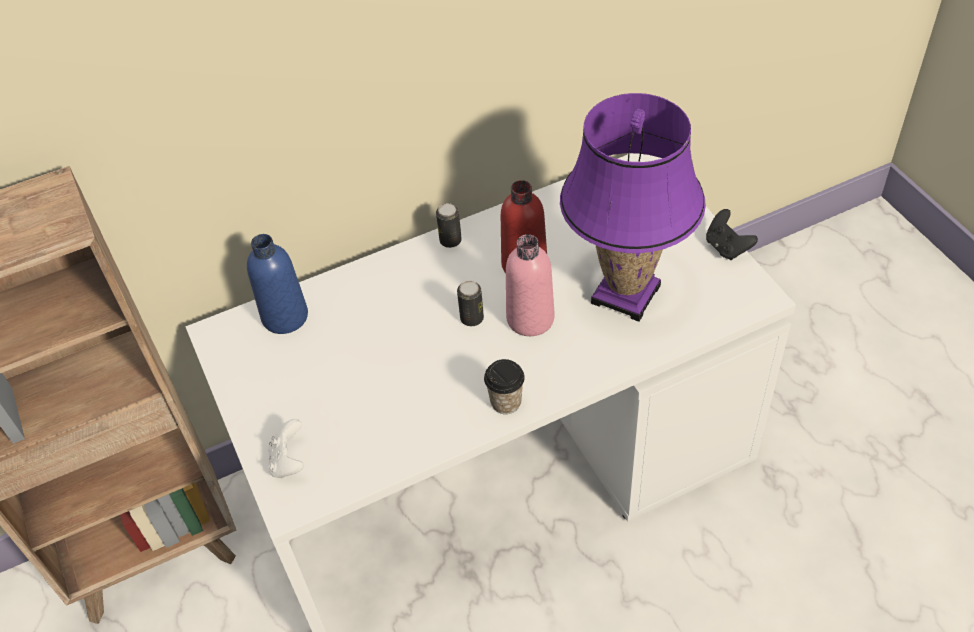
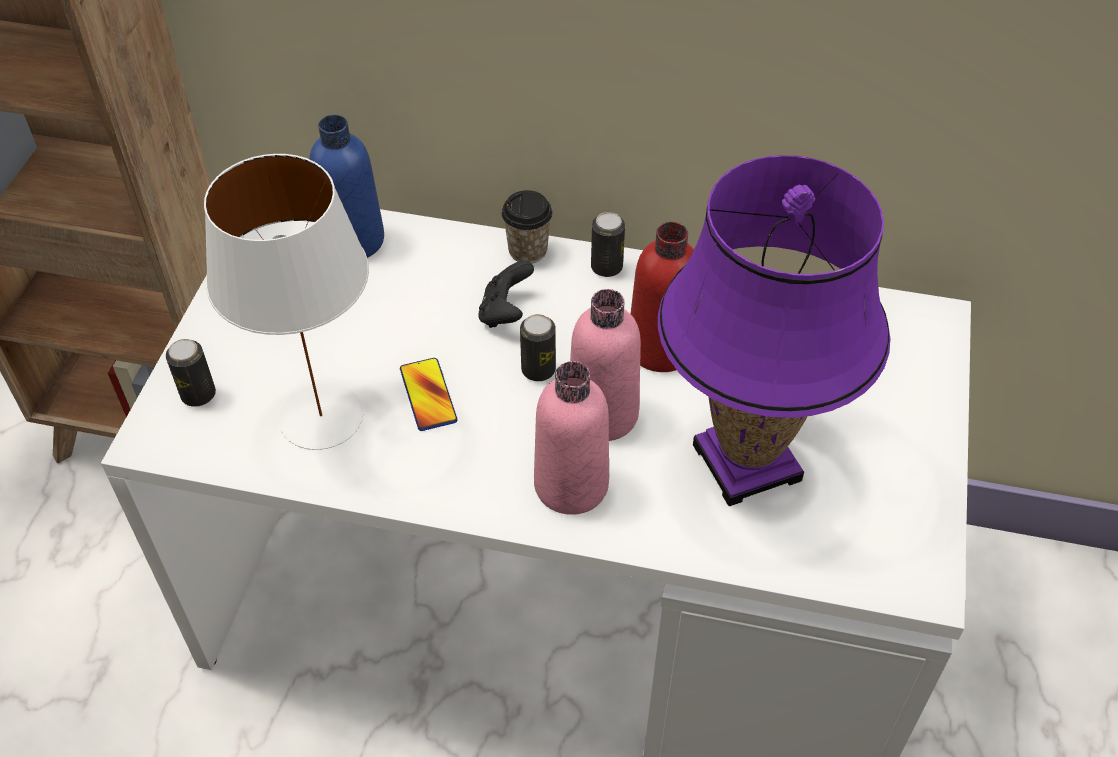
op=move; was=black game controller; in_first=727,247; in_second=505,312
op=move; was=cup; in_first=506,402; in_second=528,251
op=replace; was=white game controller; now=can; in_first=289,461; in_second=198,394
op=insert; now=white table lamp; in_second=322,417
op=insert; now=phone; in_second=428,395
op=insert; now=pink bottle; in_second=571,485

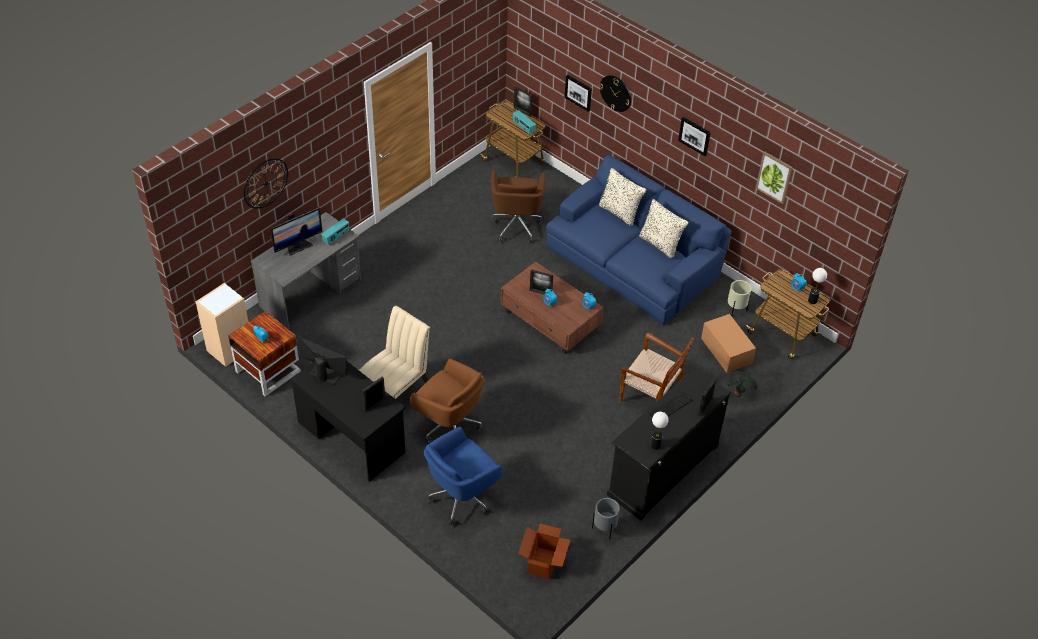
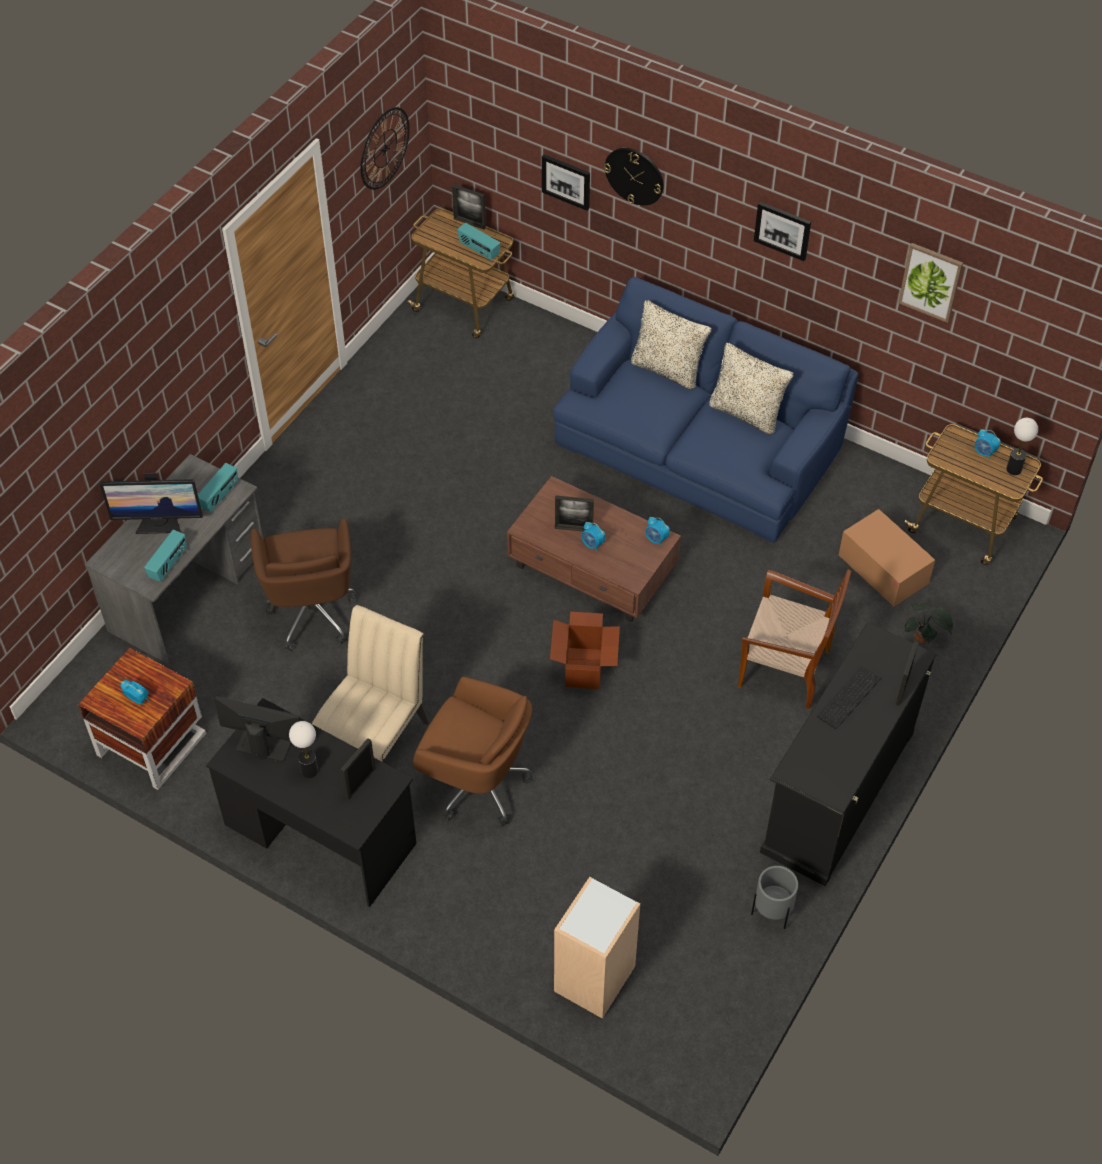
op=move; was=wall clock; in_first=265,183; in_second=384,148
op=move; was=brown office chair; in_first=516,226; in_second=312,612
op=rotate; was=monitor; in_first=298,246; in_second=159,524; clockwise=45
op=delete; was=beige planter; in_first=736,310
op=move; was=bookcase; in_first=229,349; in_second=593,979
op=move; was=table lamp; in_first=655,445; in_second=309,771
op=delete; was=blue office chair; in_first=462,498
op=move; was=cardboard box; in_first=543,563; in_second=584,668
op=insert; now=radio; in_second=169,564

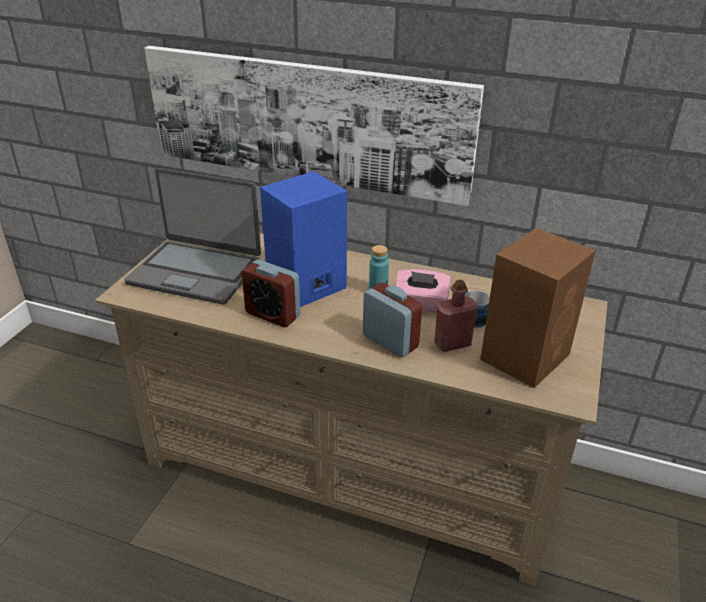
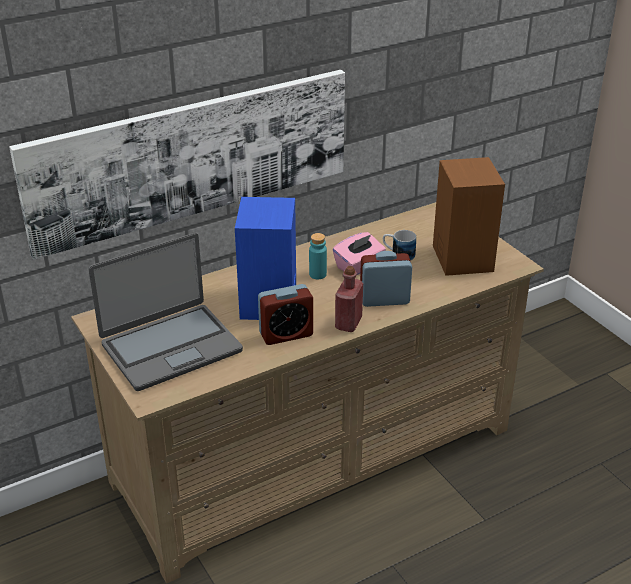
op=move; was=red bottle; in_first=452,344; in_second=348,323

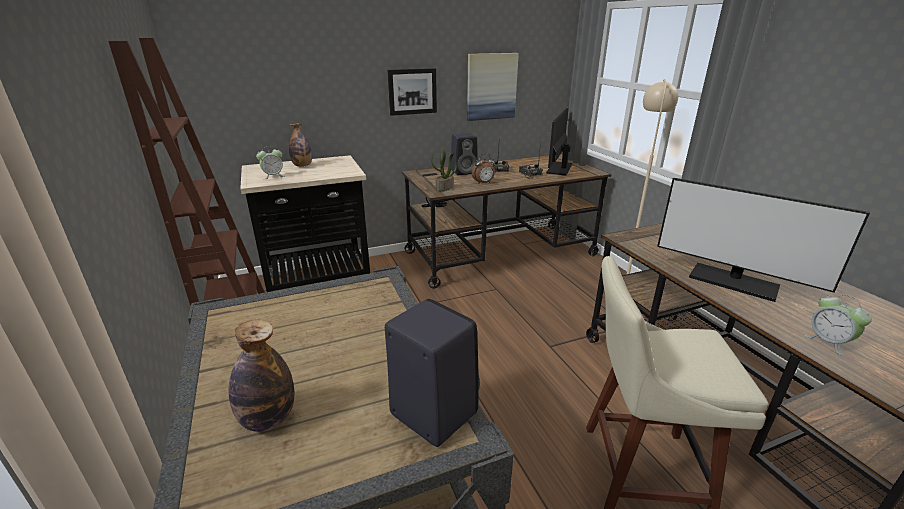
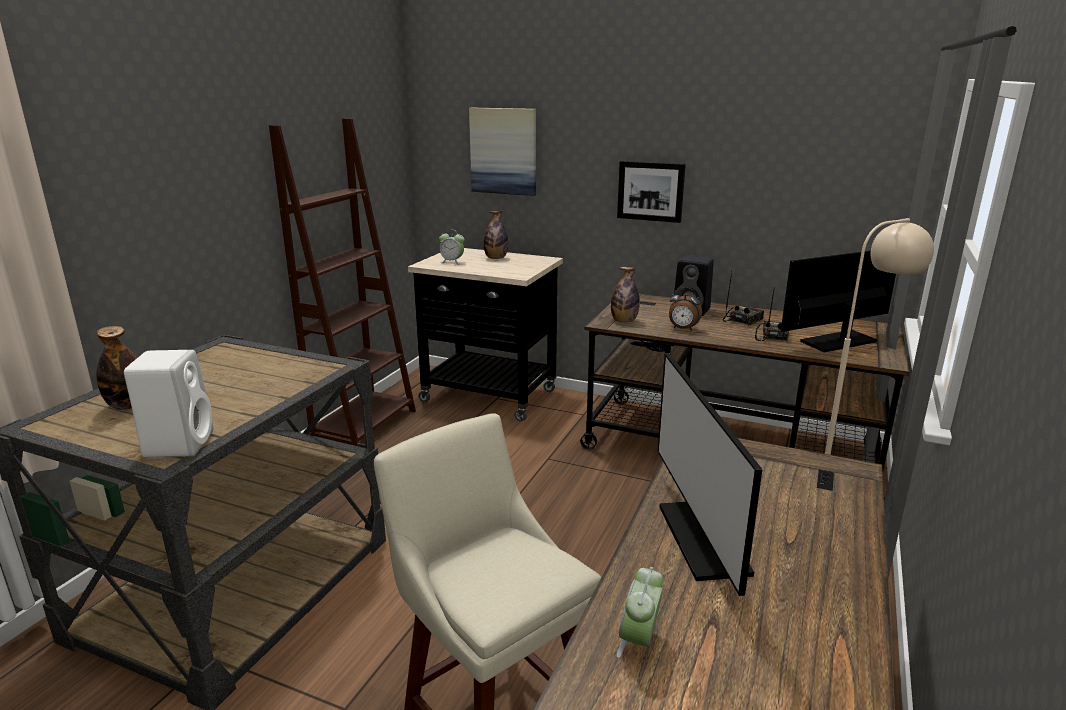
op=move; was=picture; in_first=491,86; in_second=503,151
op=replace; was=potted plant; now=bottle; in_first=444,188; in_second=624,321
op=recolor; was=black speaker; now=white speaker; in_first=431,412; in_second=179,443

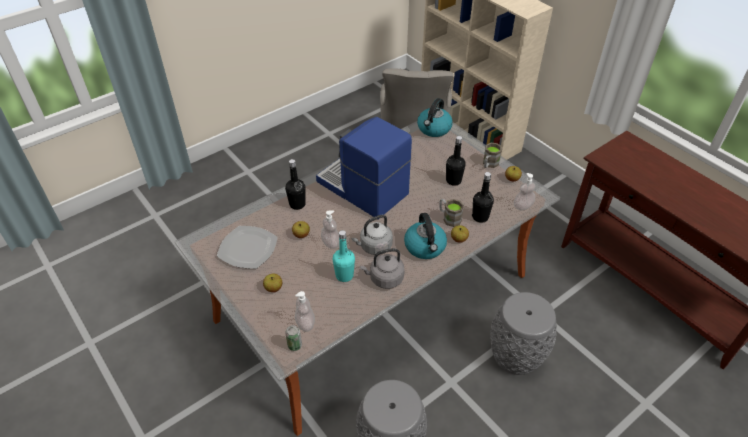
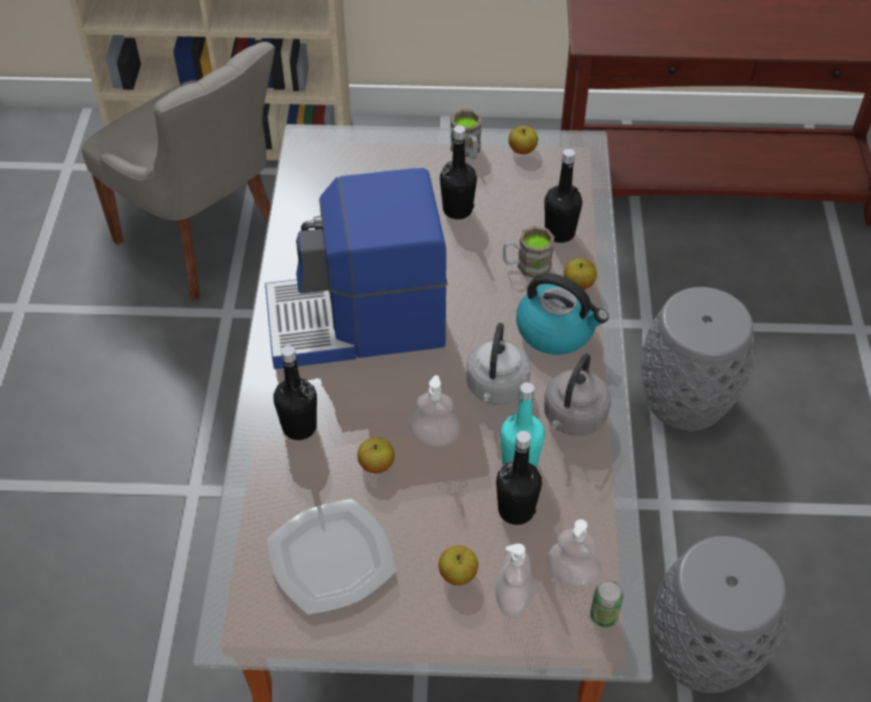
op=delete; was=kettle; in_first=434,129
op=move; was=soap dispenser; in_first=523,206; in_second=513,598
op=insert; now=black bottle; in_second=516,510

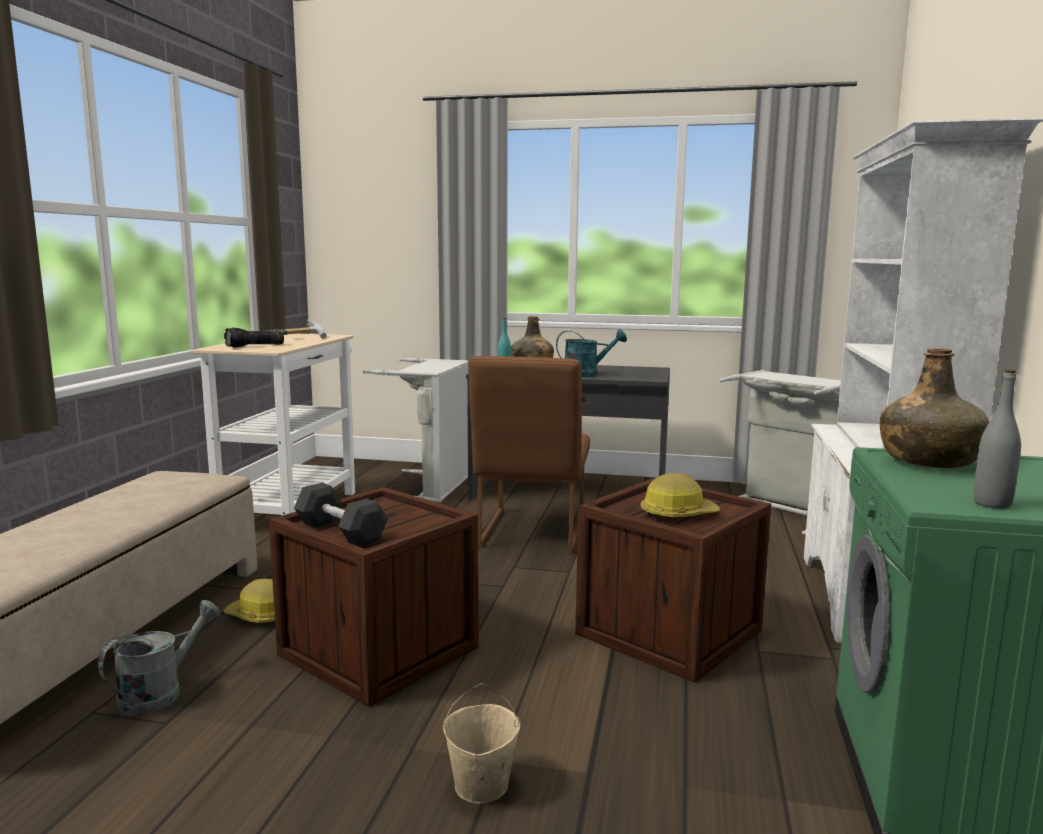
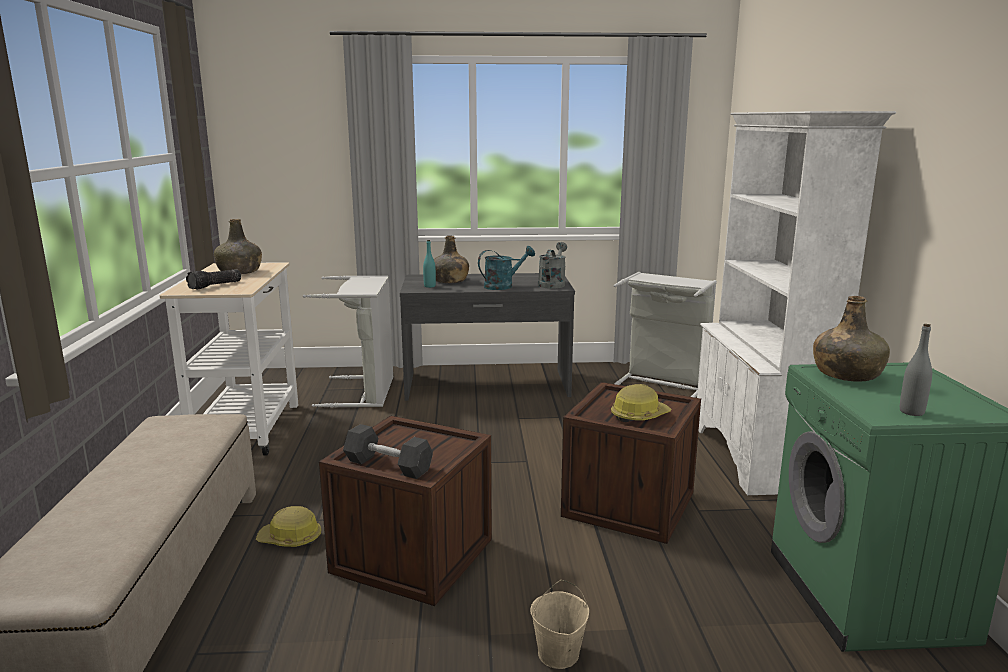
op=replace; was=hammer; now=green bottle; in_first=294,339; in_second=240,272
op=delete; was=brown chair; in_first=531,532
op=move; was=grey watering can; in_first=160,692; in_second=552,284

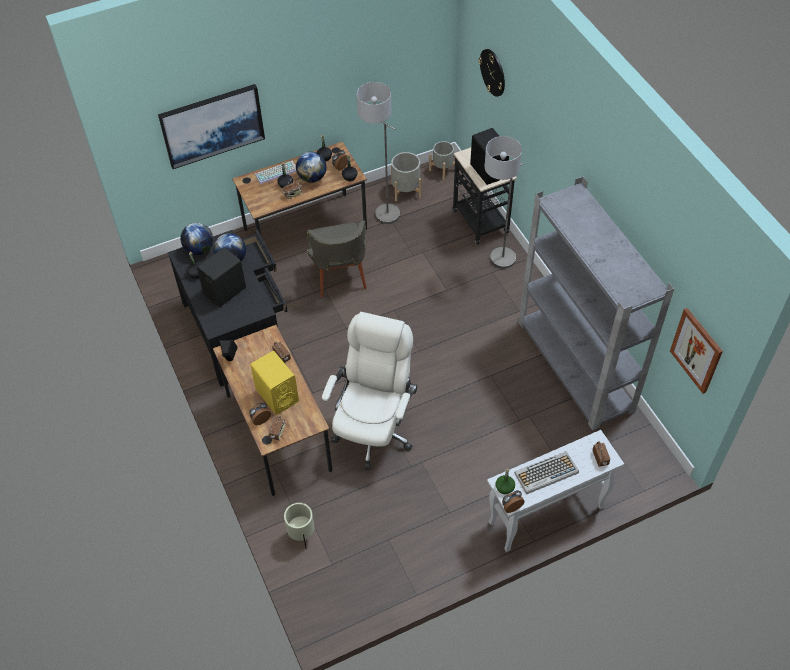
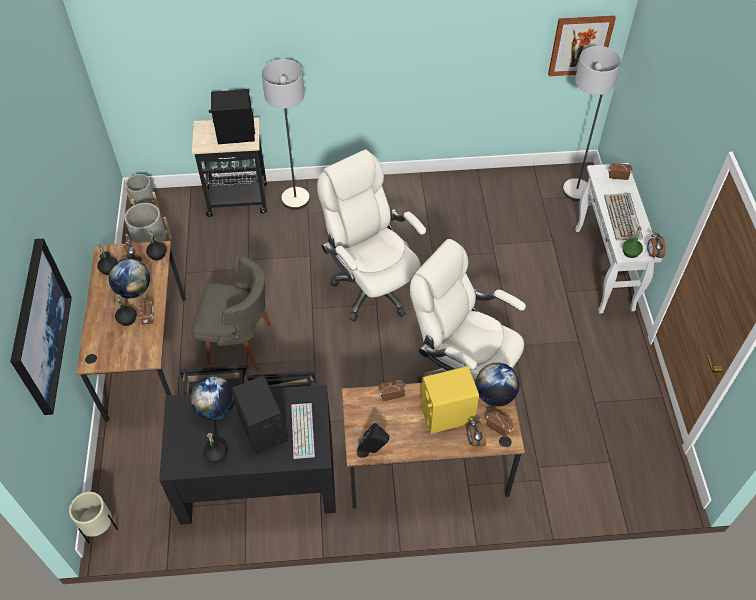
op=delete; was=wall clock; in_first=493,72
op=move; was=grey floor lamp; in_first=381,211; in_second=570,194
op=move; was=keyboard; in_first=276,172; in_second=301,430
op=delete; was=grey bookcase; in_first=575,366
op=move; was=globe; in_first=199,249; in_second=495,395
op=move; was=beige planter; in_first=301,536; in_second=100,529
op=insert; now=white office chair; in_second=372,289

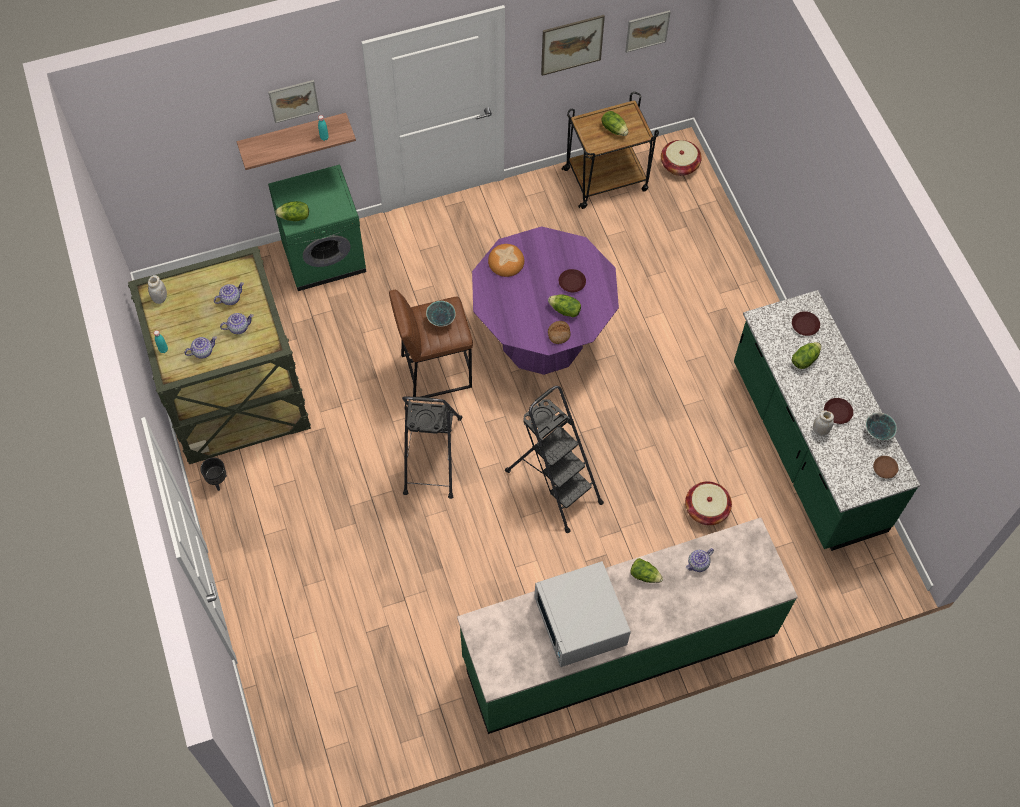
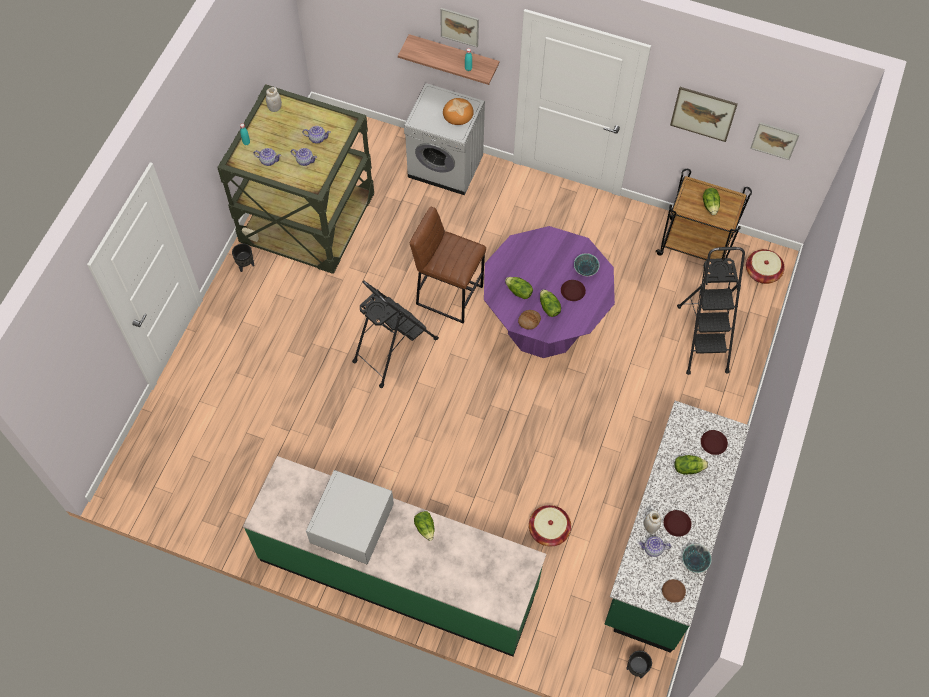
op=recolor; was=green washing machine; now=white washing machine; in_first=325,259; in_second=445,168
op=move; was=lettuce; in_first=294,217; in_second=518,292
op=move; was=bread; in_first=505,261; in_second=458,113
op=move; was=bowl; in_first=441,319; in_second=585,270
op=move; was=step ladder; in_first=553,485; in_second=702,337
op=move; was=teapot; in_first=698,564; in_second=652,549
op=insert; now=black planter; in_second=636,669

